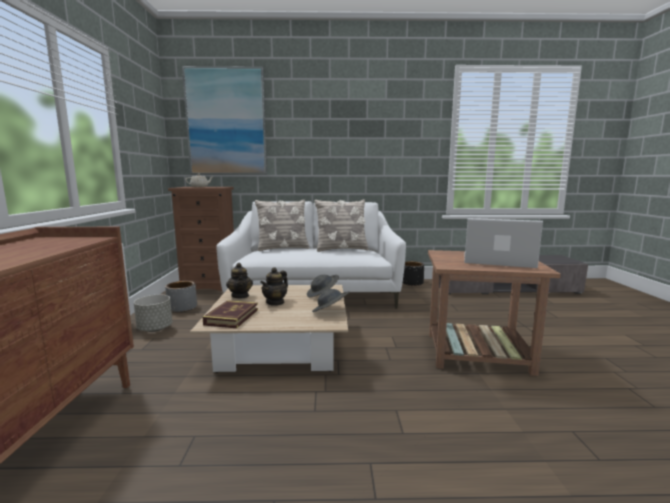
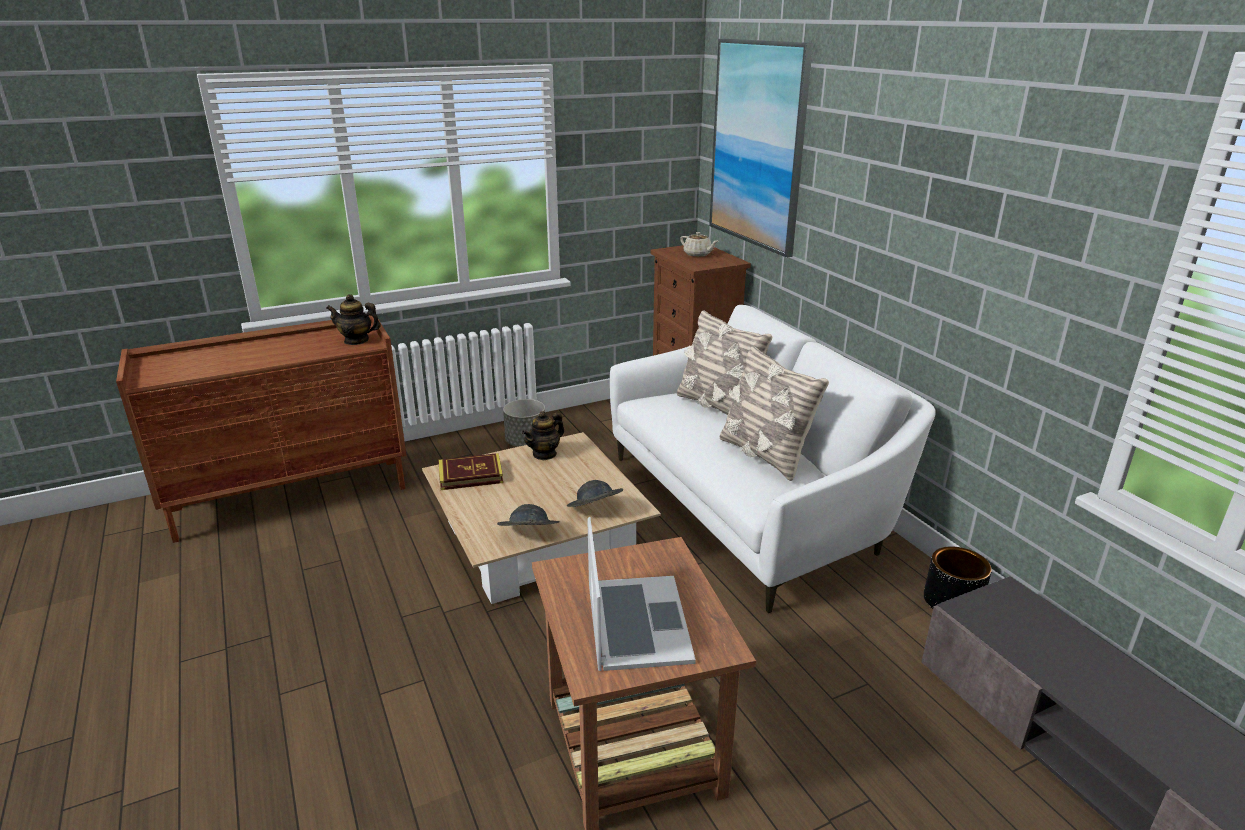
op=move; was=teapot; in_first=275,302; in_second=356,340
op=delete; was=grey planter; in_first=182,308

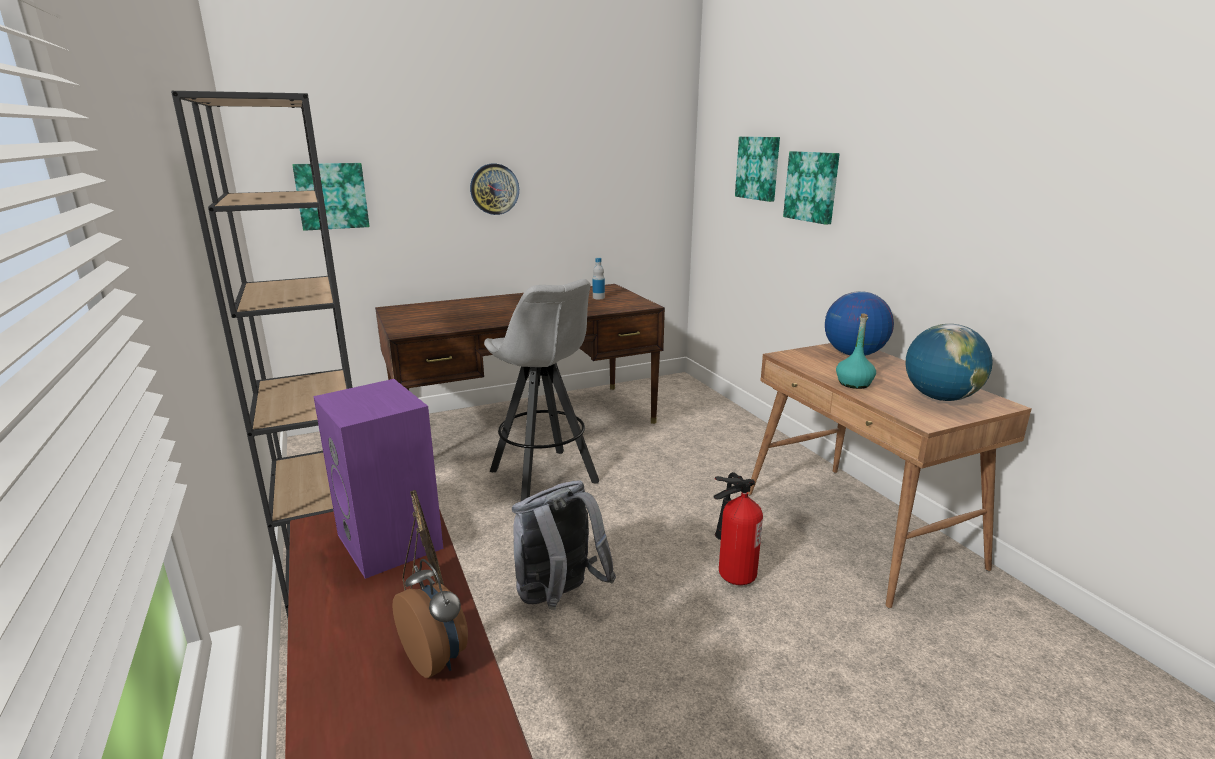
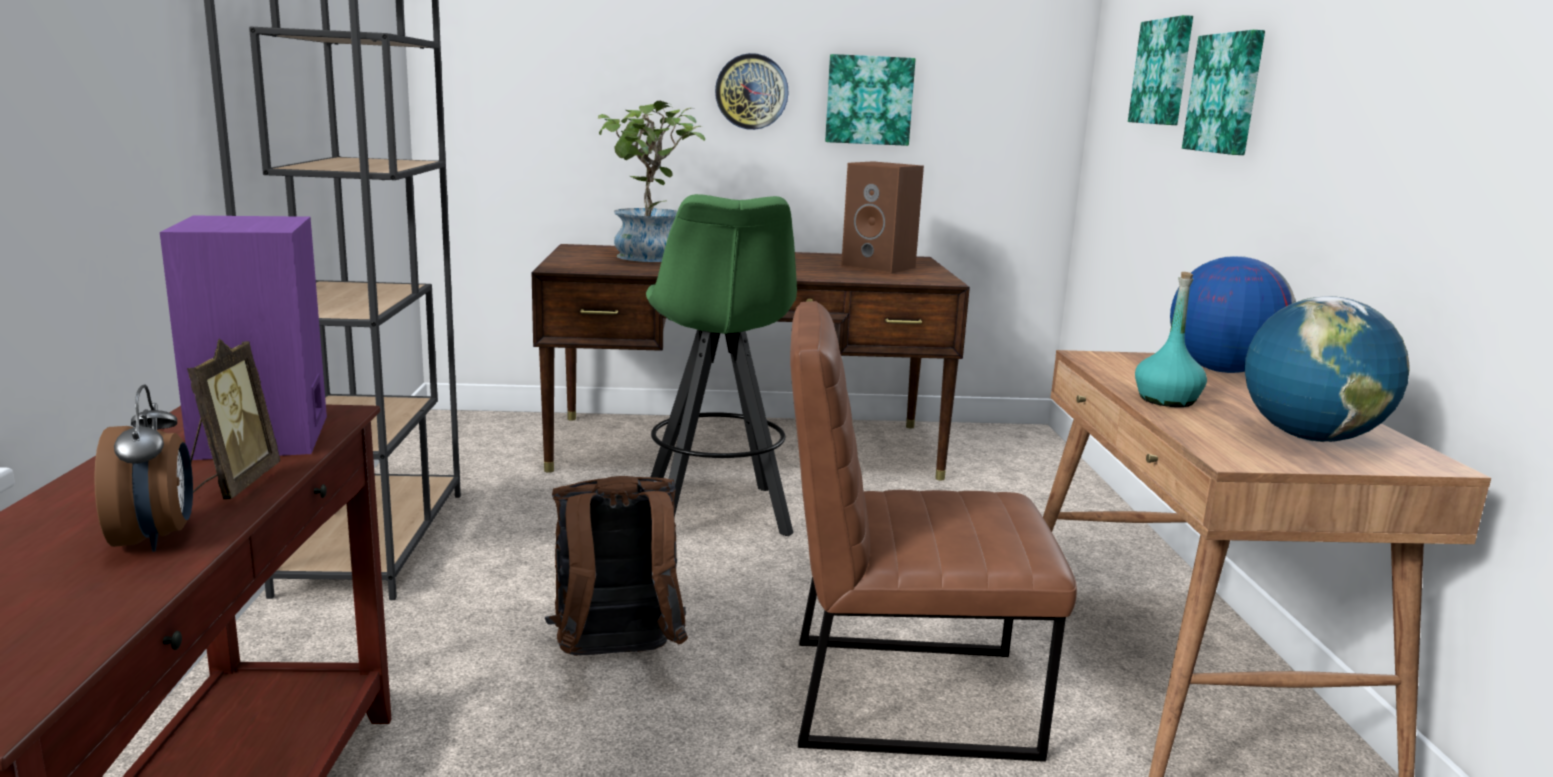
op=move; was=picture; in_first=332,196; in_second=869,100
op=replace; was=bottle; now=brown speaker; in_first=598,298; in_second=880,267
op=recolor; was=grey stool; now=green stool; in_first=545,478; in_second=716,515
op=replace; was=fire extinguisher; now=brown chair; in_first=731,574; in_second=902,694
op=recolor; was=grey backpack; now=brown backpack; in_first=559,597; in_second=615,657
op=insert; now=potted plant; in_second=648,258

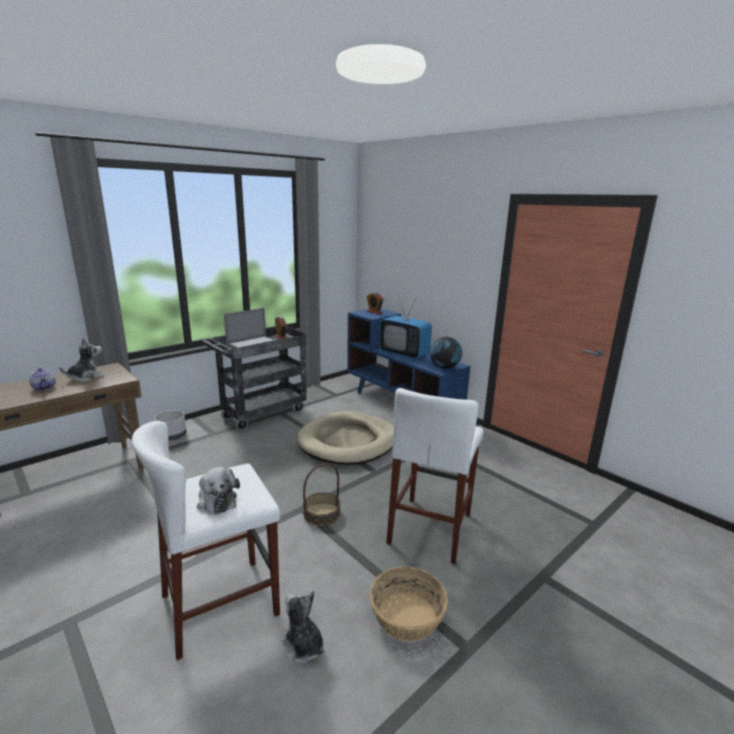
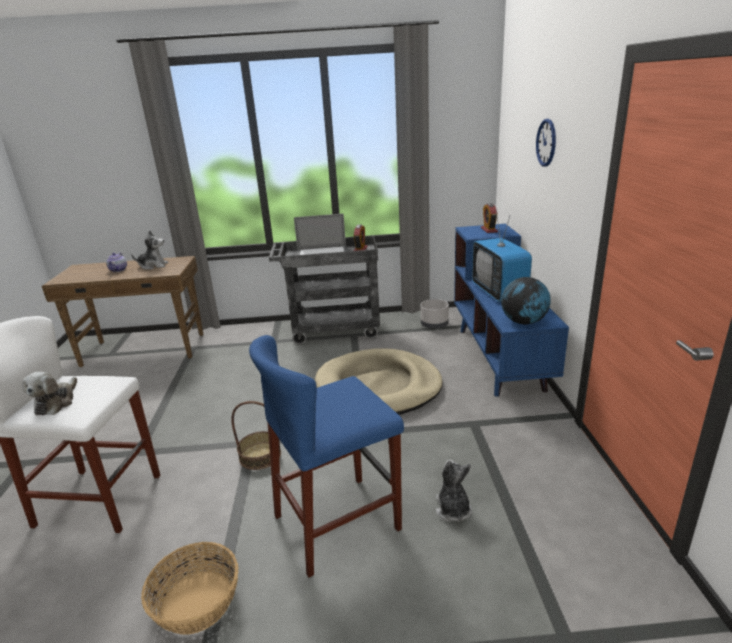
op=recolor; was=white stool; now=blue stool; in_first=430,528; in_second=337,522
op=move; was=grey planter; in_first=171,436; in_second=434,325
op=move; was=plush toy; in_first=303,646; in_second=453,509
op=insert; now=wall clock; in_second=546,143

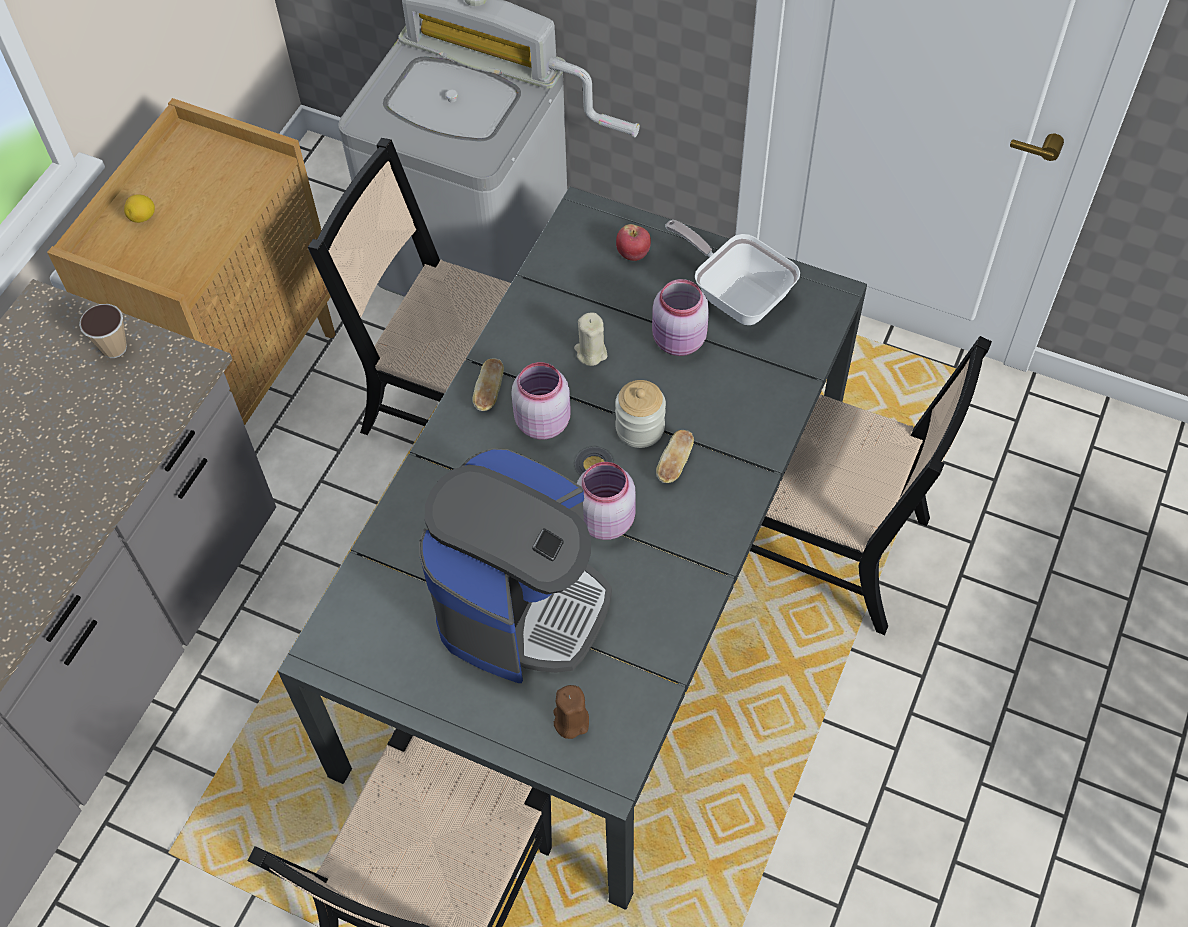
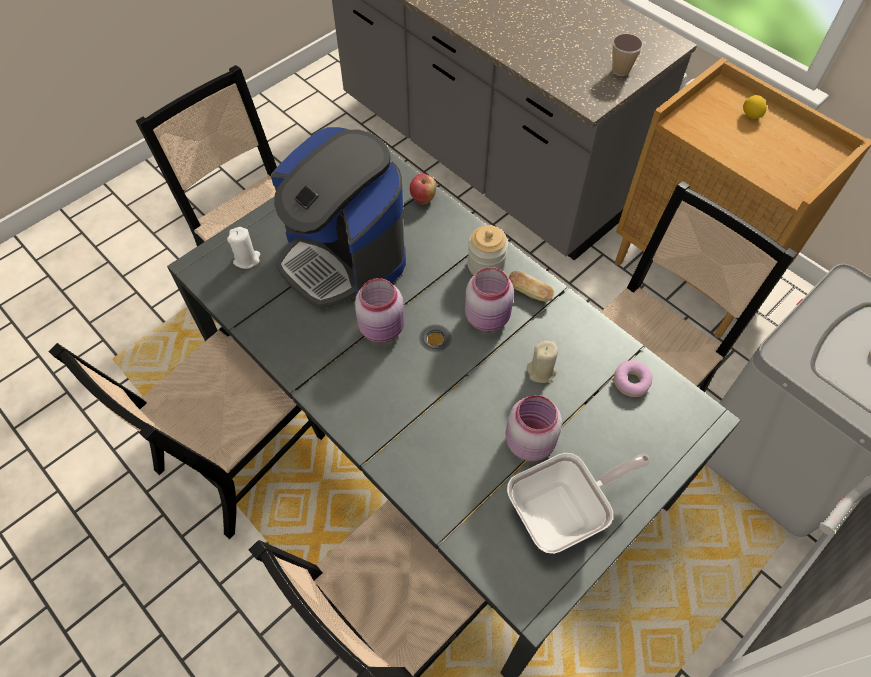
op=move; was=apple; in_first=633,254; in_second=423,198
op=move; was=jar; in_first=640,428; in_second=486,265
op=delete; was=bread; in_first=675,463
op=recolor; was=brown candle; now=white candle; in_first=571,720; in_second=247,259
op=insert; now=chair; in_second=241,454
op=insert; now=donut; in_second=631,381

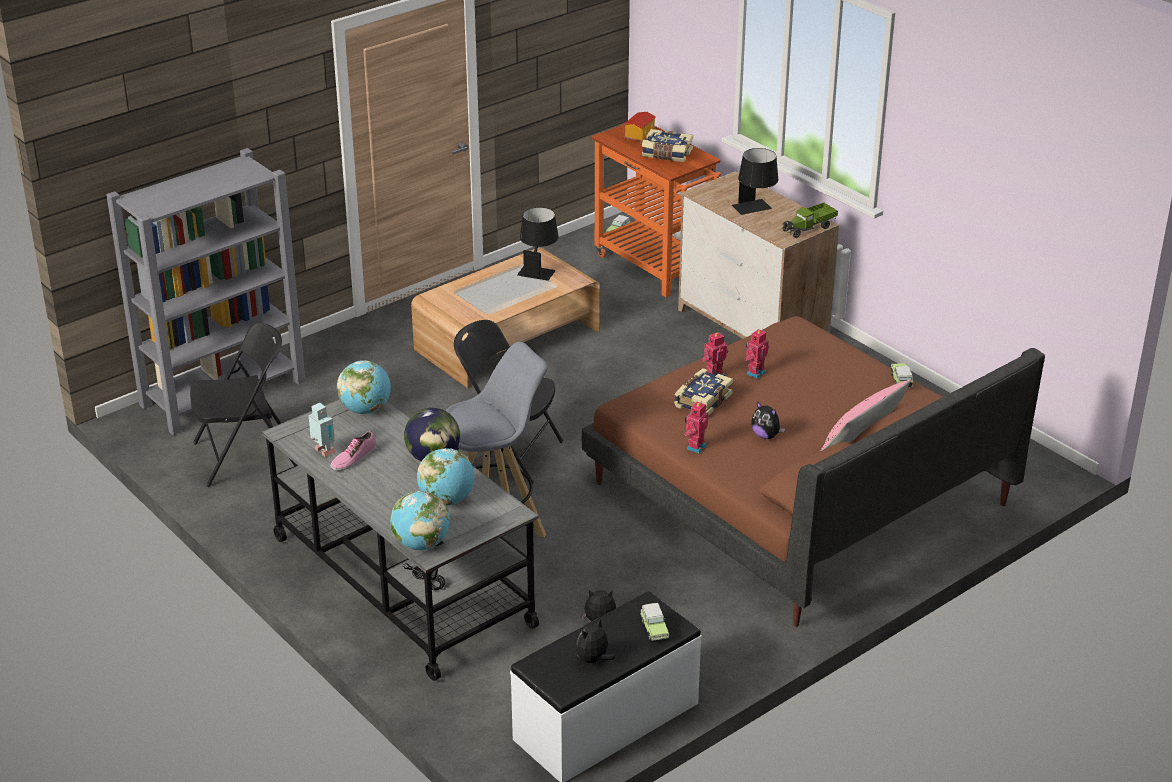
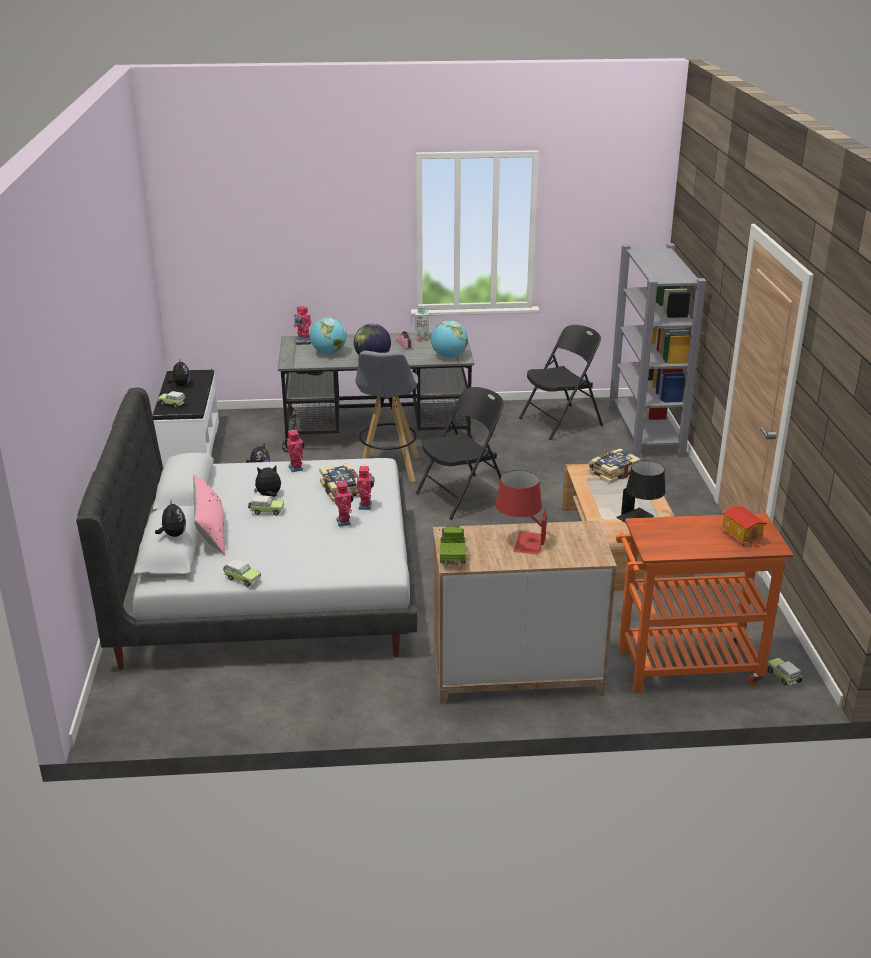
op=move; was=book; in_first=666,154; in_second=613,472
op=recolor; was=black table lamp; now=red table lamp; in_first=755,210; in_second=520,542
op=recolor; was=brown bed; now=grey bed; in_first=798,493; in_second=268,583
op=rotate; was=black chair; in_first=246,456; in_second=561,422; clockwise=-135
op=replace; was=globe; now=toy robot; in_first=421,544; in_second=303,339
op=insert; now=toy car; in_second=266,511
op=insert; now=plush toy; in_second=173,535

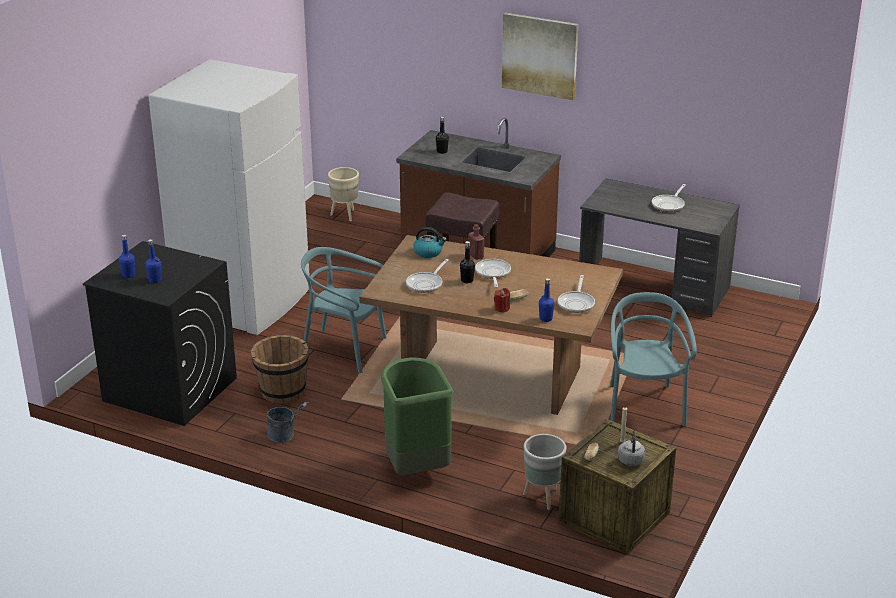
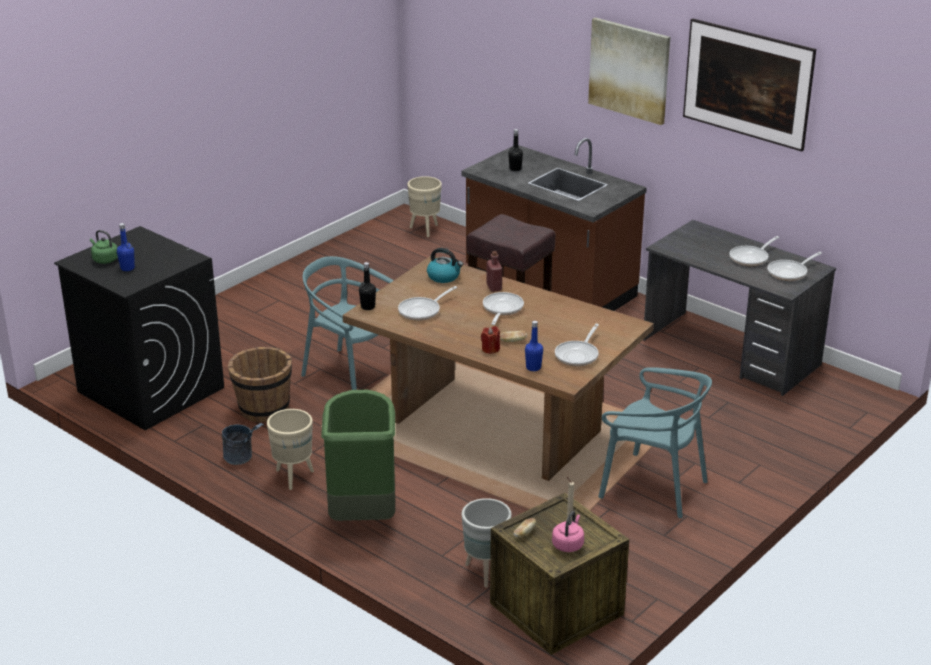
op=delete; was=white fridge; in_first=243,300
op=replace; was=blue bottle; now=green kettle; in_first=128,275; in_second=104,259
op=move; was=black bottle; in_first=467,280; in_second=368,307
op=rotate; was=turquoise chair; in_first=644,406; in_second=653,487; clockwise=105
op=recolor; was=grey kettle; now=pink kettle; in_first=631,459; in_second=568,544
op=insert; now=picture; in_second=745,108
op=insert; now=frying pan; in_second=789,273
op=insert; now=beige planter; in_second=292,477

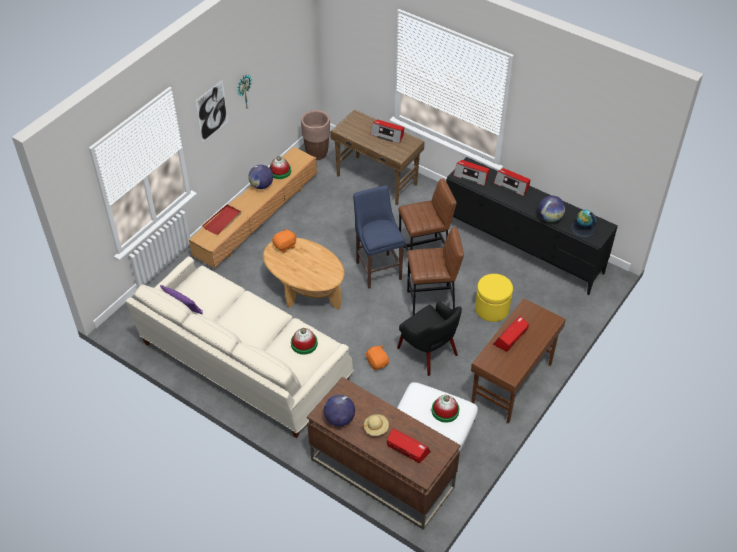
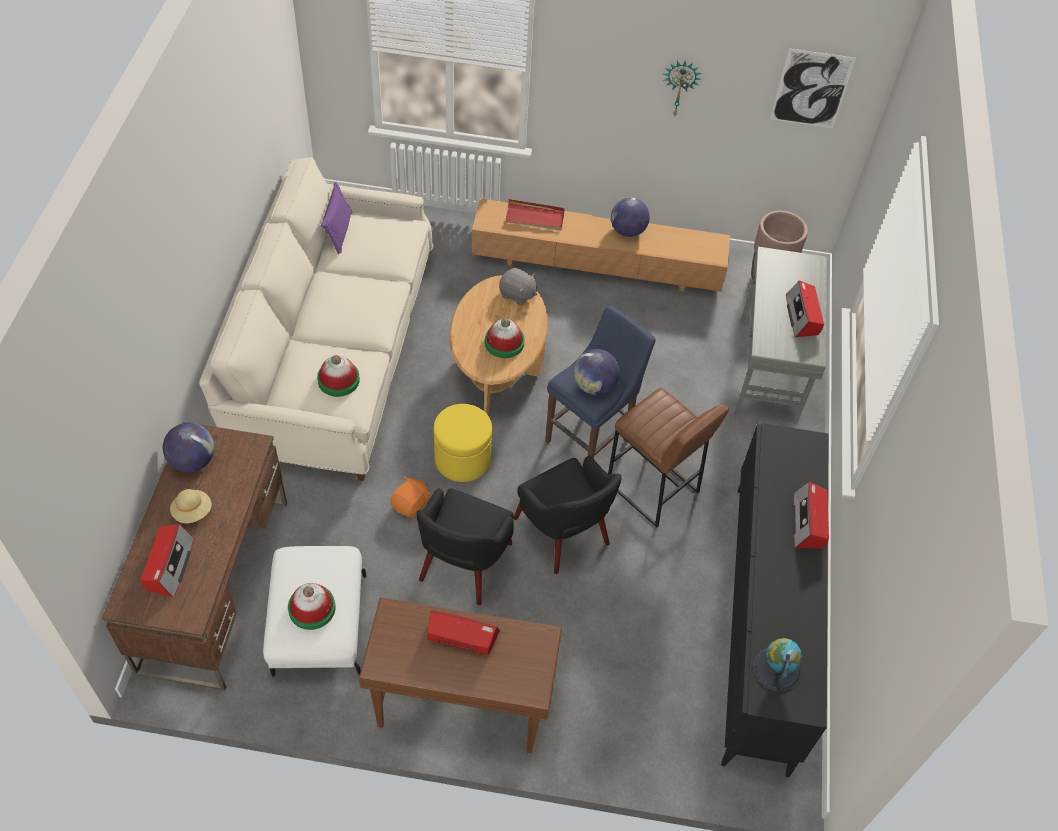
op=move; was=picture; in_first=212,111; in_second=811,89
op=recolor; was=brown console table; now=grey console table; in_first=377,180; in_second=768,371
op=move; was=hat; in_first=280,171; in_second=504,342
op=delete; was=radio; in_first=471,176
op=move; was=globe; in_first=550,218; in_second=594,386
op=replace; was=brown stool; now=black armchair; in_first=431,303; in_second=563,533
op=recolor; was=orange plush toy; now=grey plush toy; in_first=285,246; in_second=517,294
op=move; was=yellow ottoman; in_first=492,309; in_second=462,459

